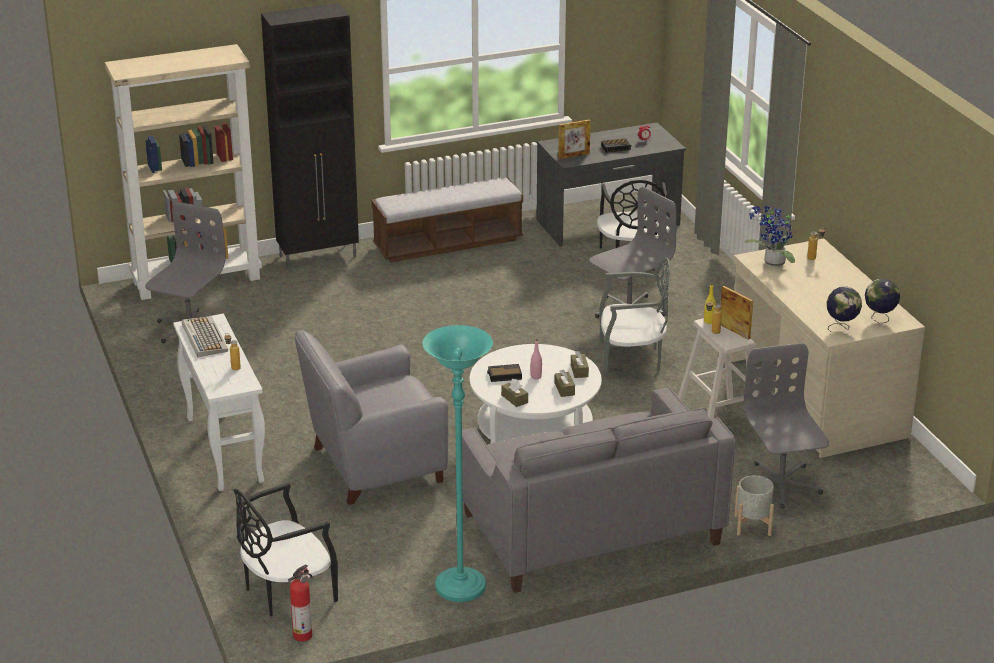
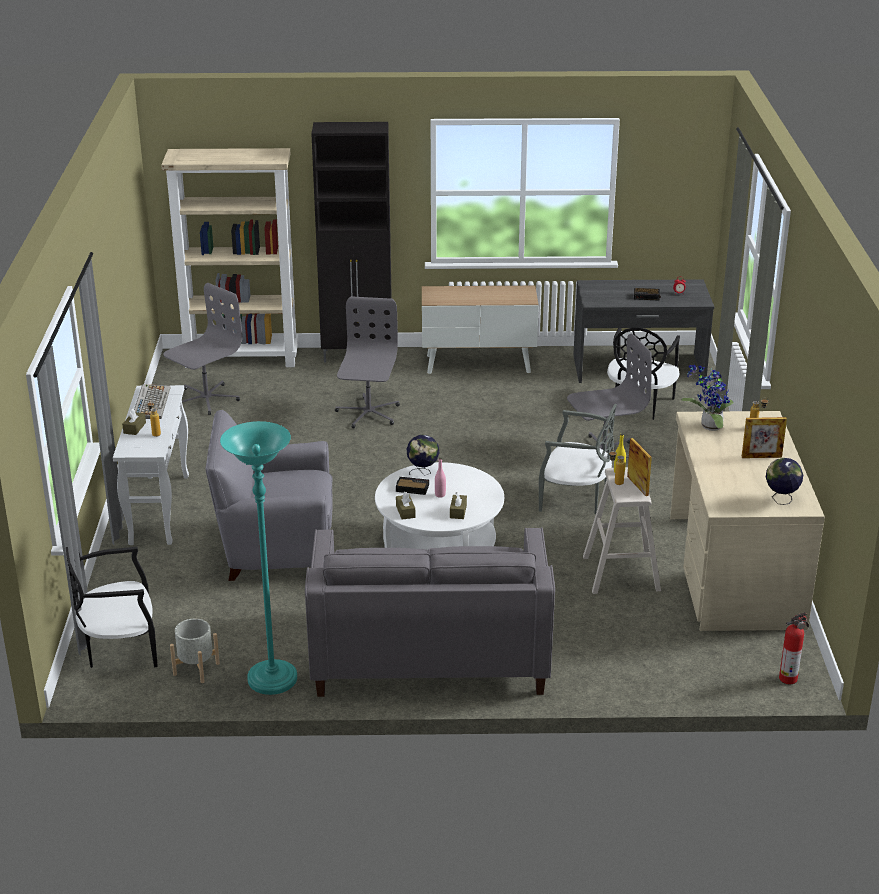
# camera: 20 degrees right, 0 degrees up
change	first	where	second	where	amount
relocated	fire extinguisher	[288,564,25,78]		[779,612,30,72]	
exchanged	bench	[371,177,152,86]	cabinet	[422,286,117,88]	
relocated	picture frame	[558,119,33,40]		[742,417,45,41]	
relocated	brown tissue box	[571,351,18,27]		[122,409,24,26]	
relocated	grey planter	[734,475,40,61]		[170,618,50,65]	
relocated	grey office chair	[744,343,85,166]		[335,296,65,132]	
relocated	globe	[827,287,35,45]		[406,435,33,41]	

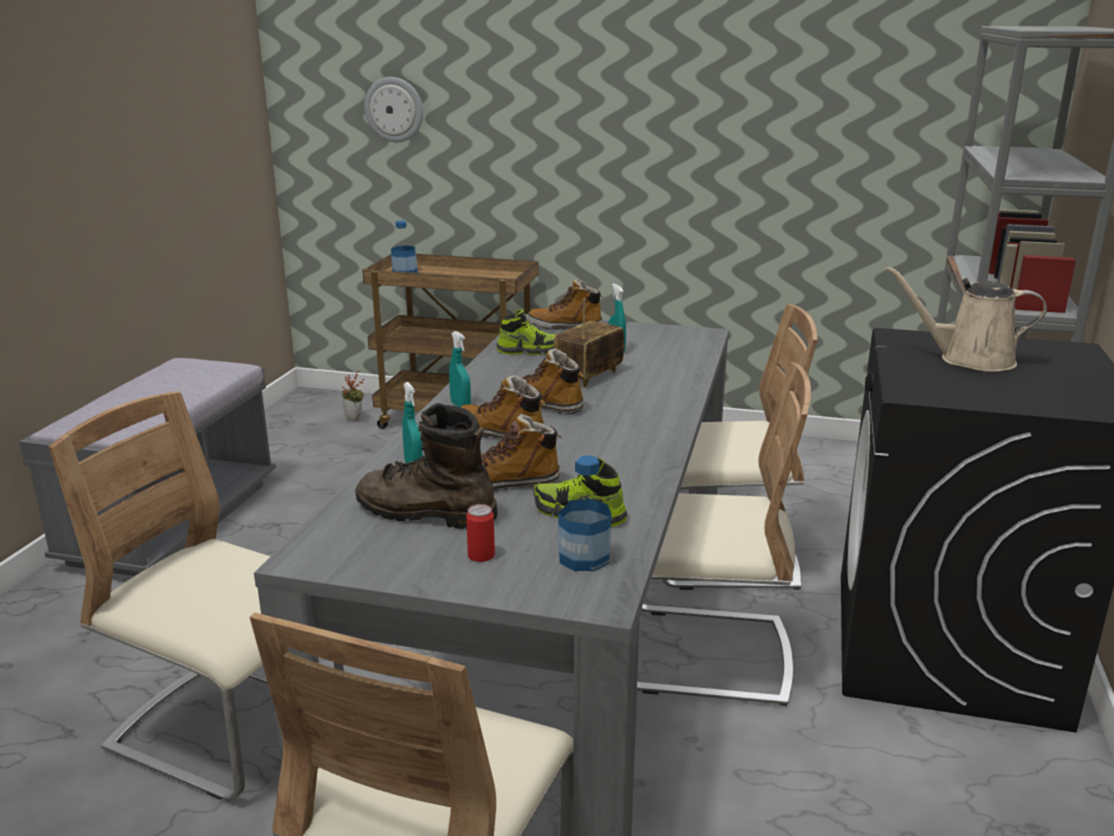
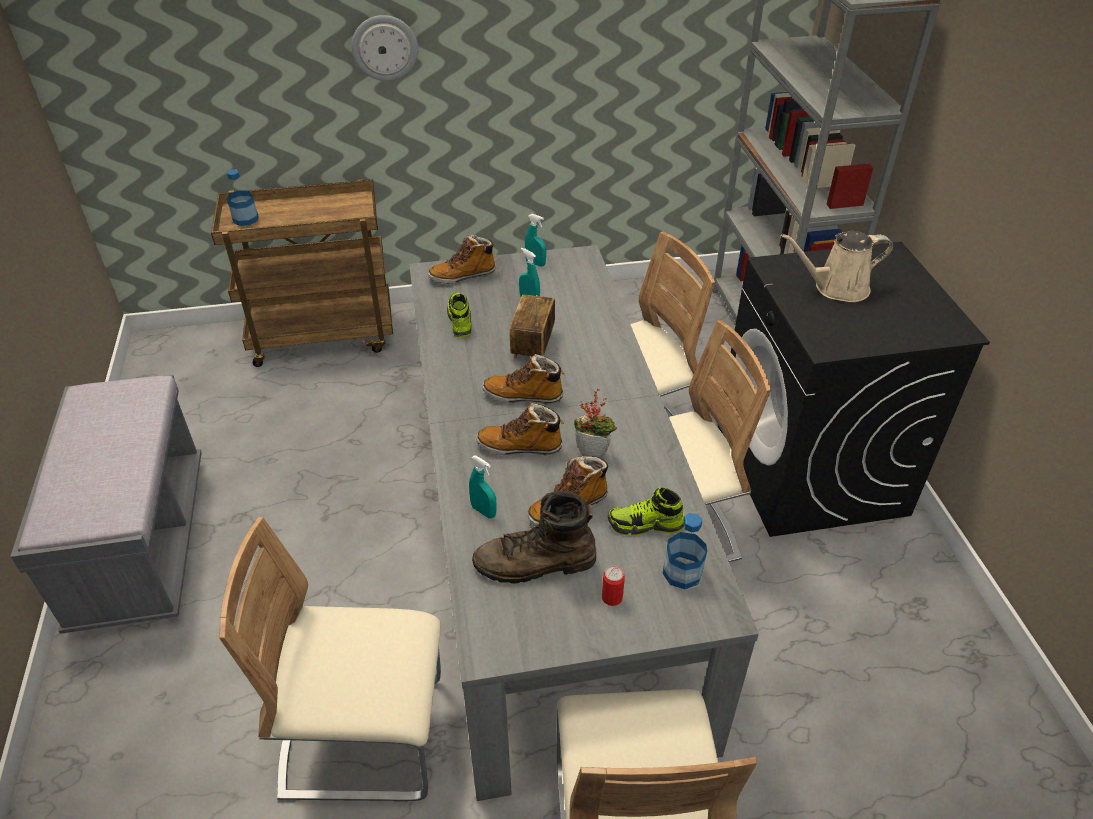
# camera: 25 degrees left, 20 degrees up
change	first	where	second	where	amount
relocated	potted plant	[341,370,24,52]		[574,388,43,70]	
relocated	wall clock	[364,77,59,65]		[351,15,67,66]	
relocated	turquoise spray bottle	[449,331,22,76]		[525,214,21,52]	
spun	shoe	[496,310,60,45]		[447,293,25,44]	75 degrees counterclockwise

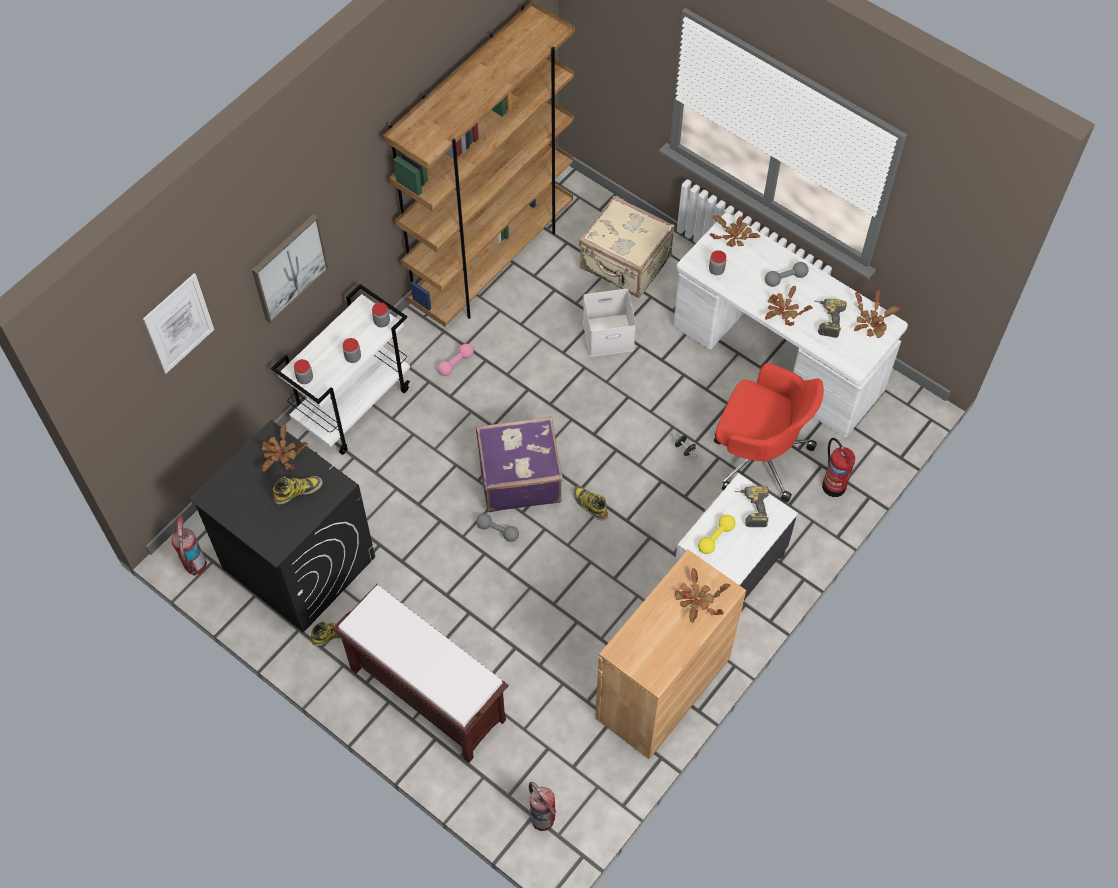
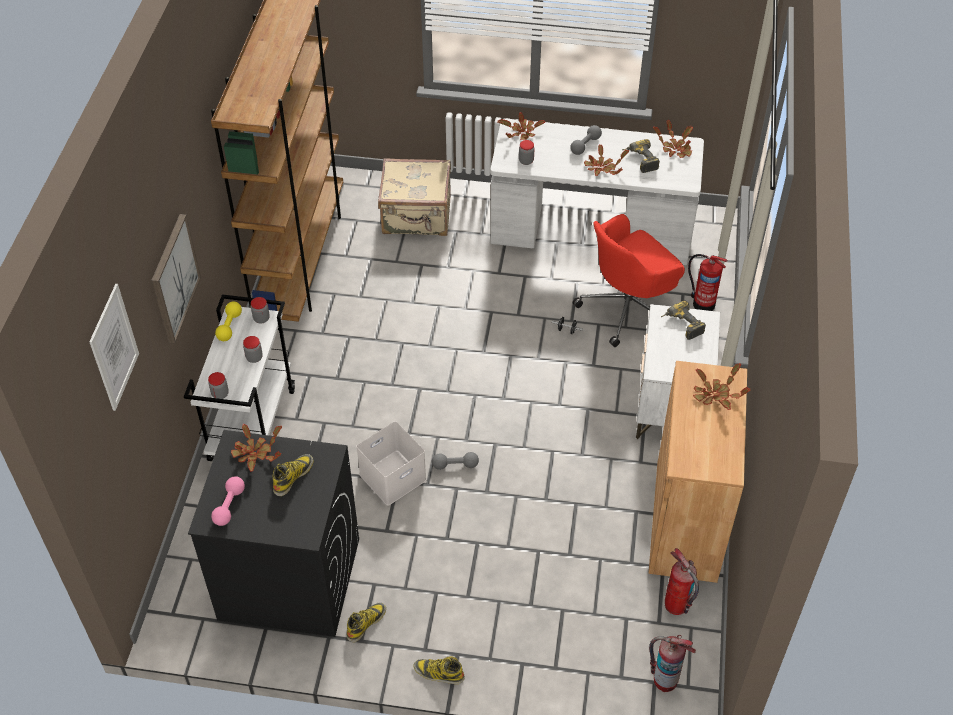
# camera: 30 degrees left, 10 degrees down
change	first	where	second	where	amount
relocated	fire extinguisher	[172,516,35,60]		[665,548,34,67]	
missing	brown bench	[333,584,176,179]			
relocated	pink dumbbell	[438,344,36,32]		[211,476,34,50]	
missing	purple suitcase	[476,416,87,96]			
relocated	boot	[572,486,36,35]		[414,656,51,28]	
relocated	white storage box	[583,289,53,68]		[356,421,70,85]	
relocated	yellow dumbbell	[698,515,38,39]		[215,301,27,40]	
spun	red office chair	[714,363,110,139]		[573,214,112,133]	150 degrees clockwise

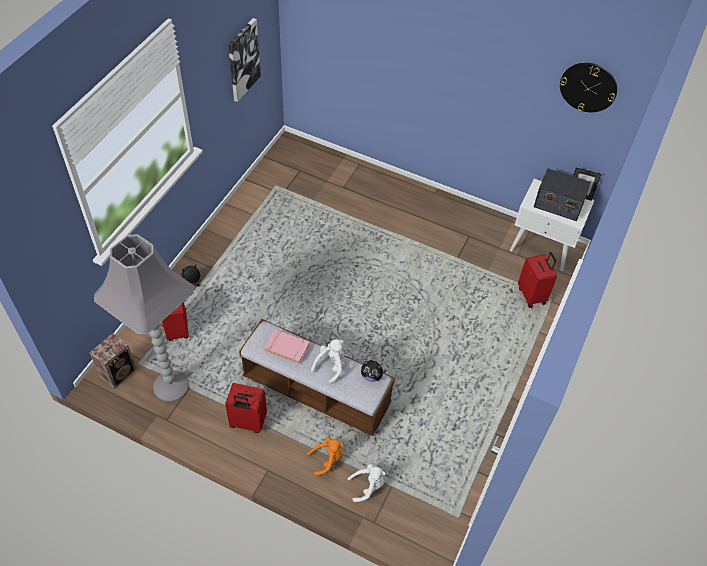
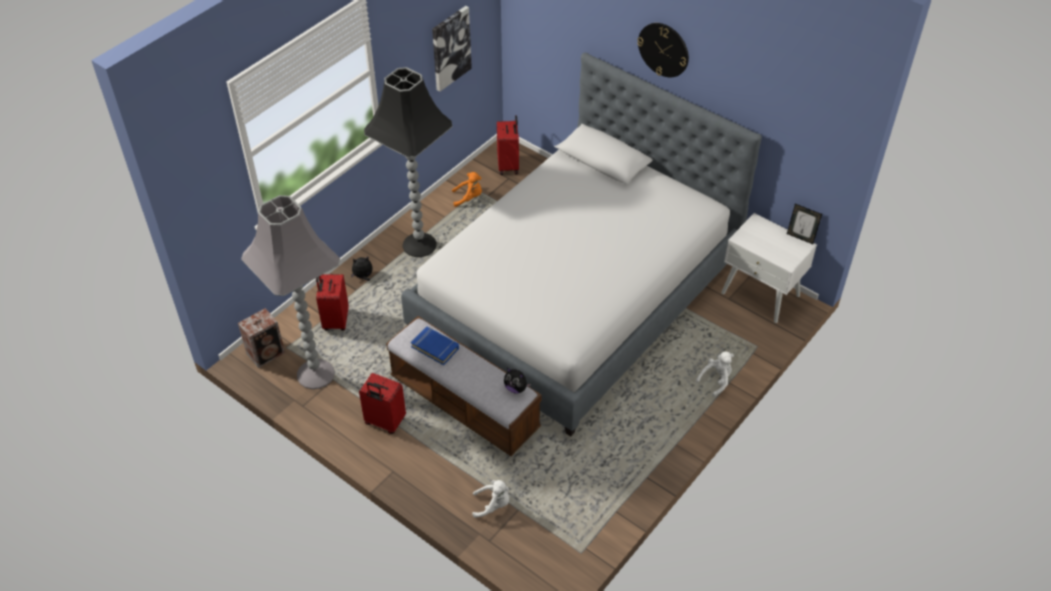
# camera: 15 degrees right, 5 degrees down
change	first	where	second	where	amount
colour	pink book	[264,329,45,36]	blue book	[411,326,48,39]	
relocated	orange plush toy	[307,437,37,39]		[452,172,30,35]	
relocated	white plush toy	[311,339,33,46]		[696,352,38,45]	
relocated	red suitcase	[518,252,39,56]		[497,115,22,60]	
missing	radio	[534,168,57,53]			
relocated	wall clock	[560,63,57,49]		[637,23,52,55]	
appeared			black floor lamp	[364,67,88,190]	
appeared			bed	[401,53,361,383]	

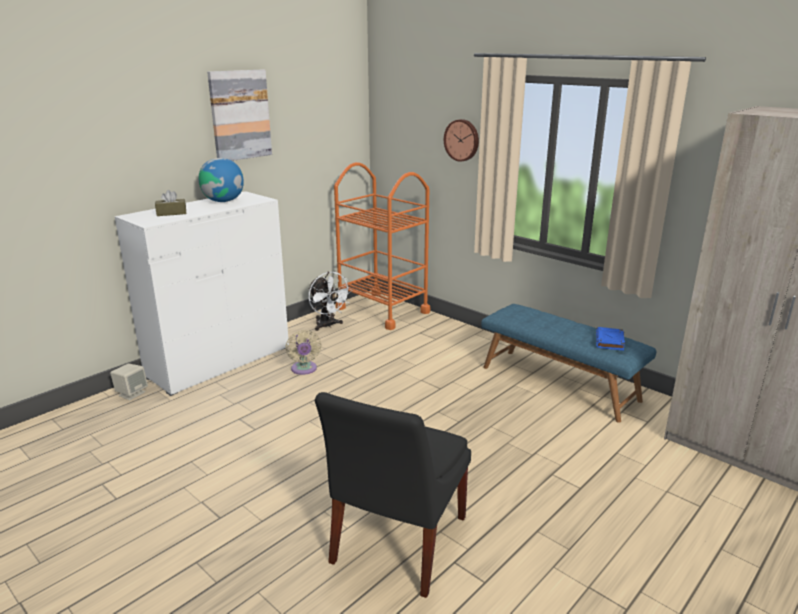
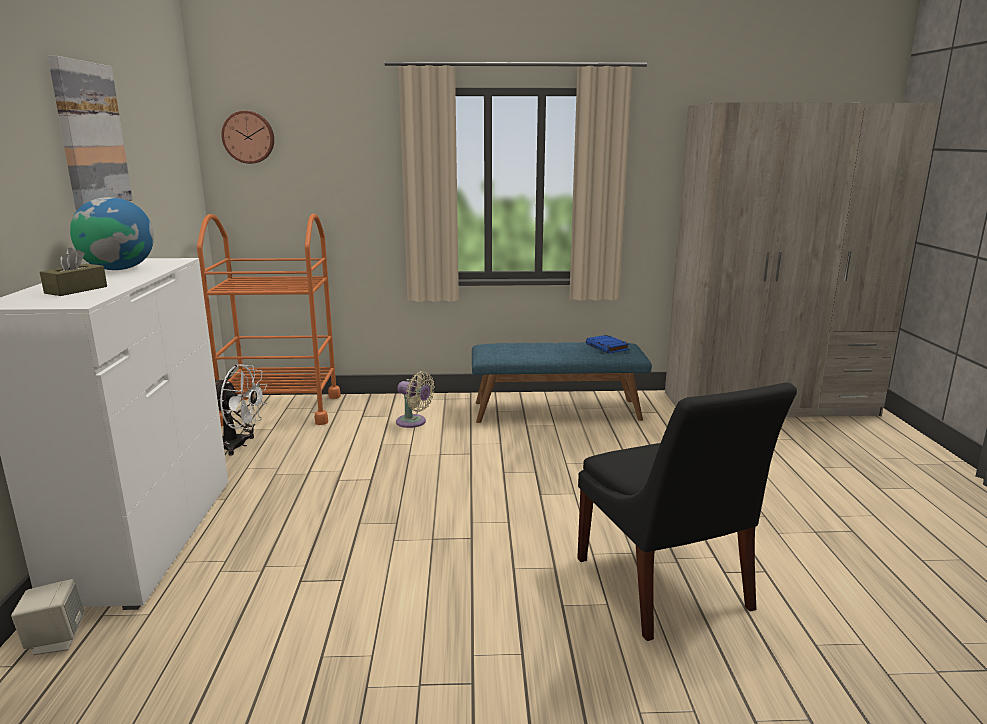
# camera: 45 degrees left, 5 degrees down
change	first	where	second	where	amount
relocated	beige fan	[285,330,37,45]		[396,371,39,57]	
relocated	wall clock	[444,119,35,43]		[221,111,53,53]	

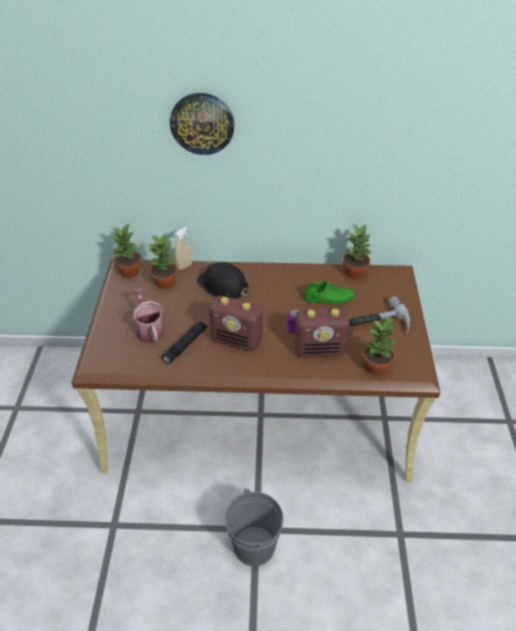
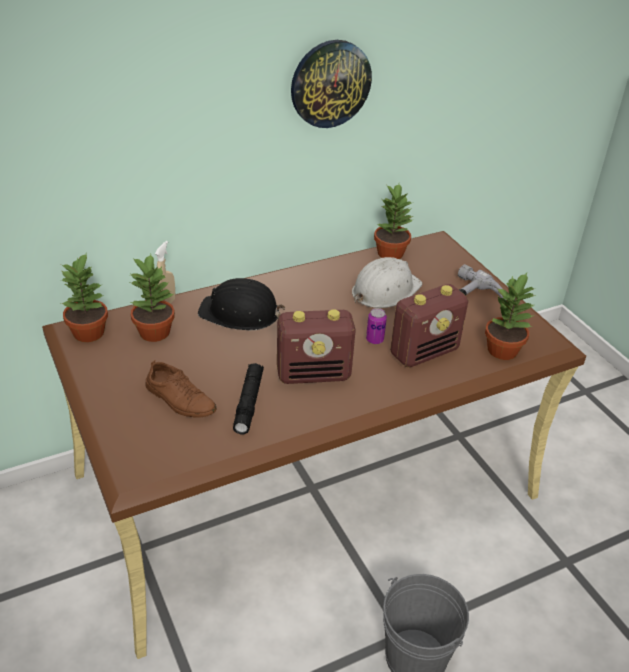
# camera: 30 degrees left, 5 degrees down
change	first	where	second	where	amount
exchanged	watering can	[132,288,32,55]	brown shoe	[146,360,71,58]	
relocated	wall clock	[170,93,64,62]		[291,40,81,88]	
exchanged	green shoe	[303,281,52,24]	white hard hat	[352,257,71,51]	

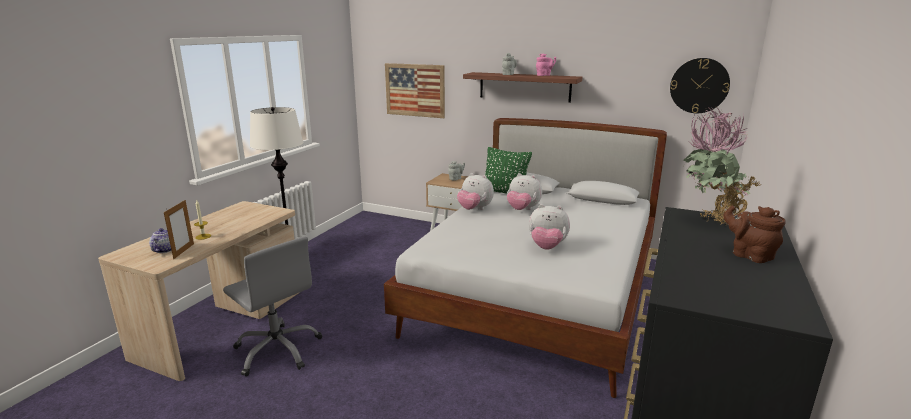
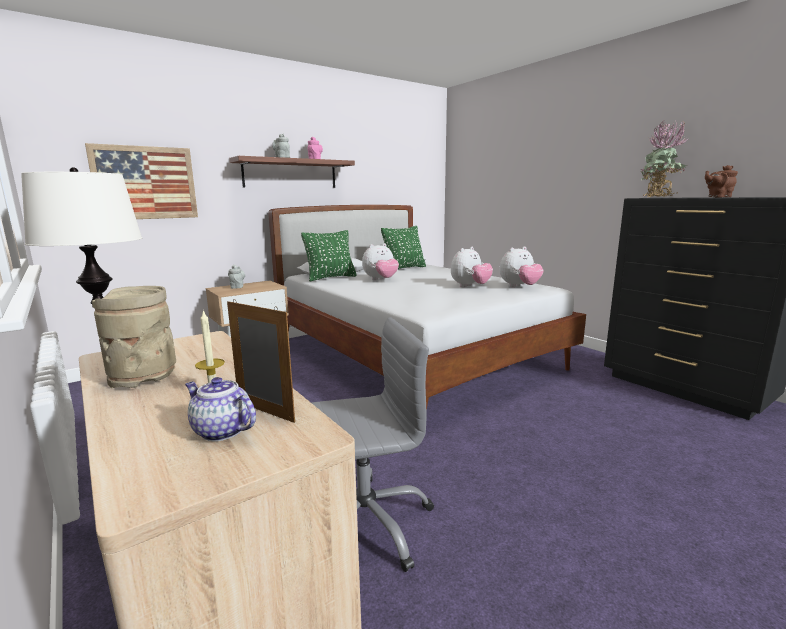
# camera: 60 degrees left, 5 degrees down
change	first	where	second	where	amount
relocated	plush toy	[457,173,37,37]		[500,246,44,41]	
missing	wall clock	[670,58,60,55]			
appeared			beige vase	[92,286,84,102]	
appeared			green pillow	[381,226,45,43]	

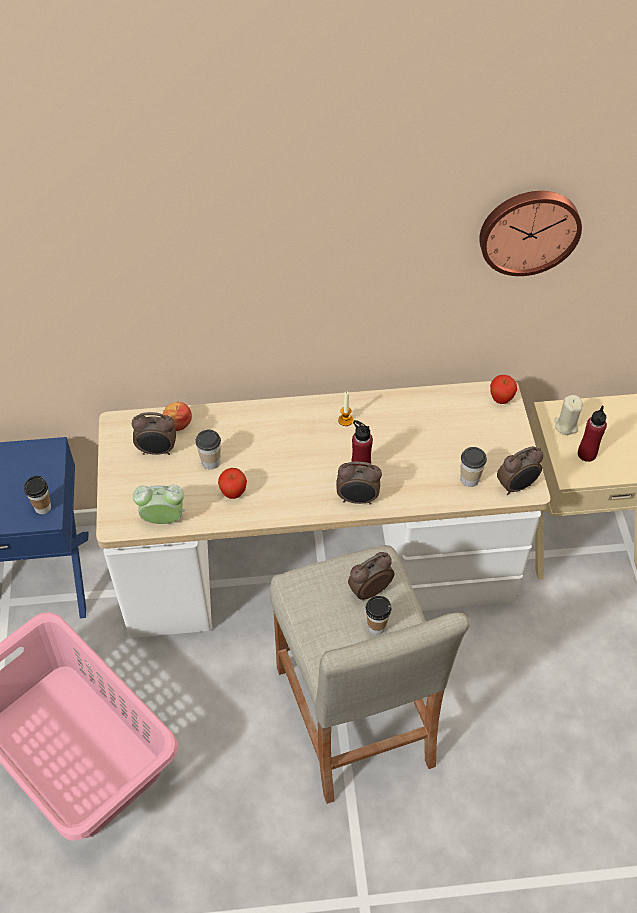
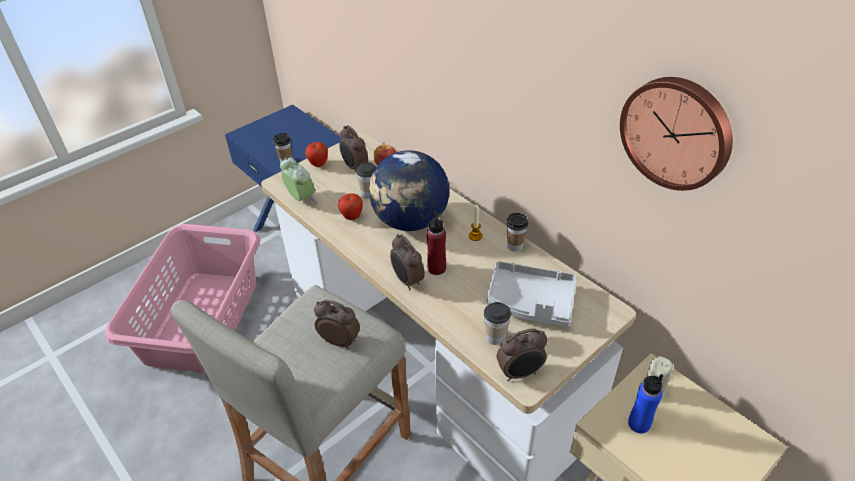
# camera: 55 degrees right, 10 degrees down
change	first	where	second	where	amount
relocated	cup	[366,596,25,39]		[506,213,22,39]	
relocated	apple	[490,375,27,29]		[305,142,23,25]	
spun	alarm clock	[497,446,46,49]		[497,329,50,52]	45 degrees counterclockwise
colour	red bottle	[578,406,29,56]	blue bottle	[628,374,35,59]	
appeared			globe	[369,150,80,81]	
appeared			grey tray	[487,261,90,66]	

